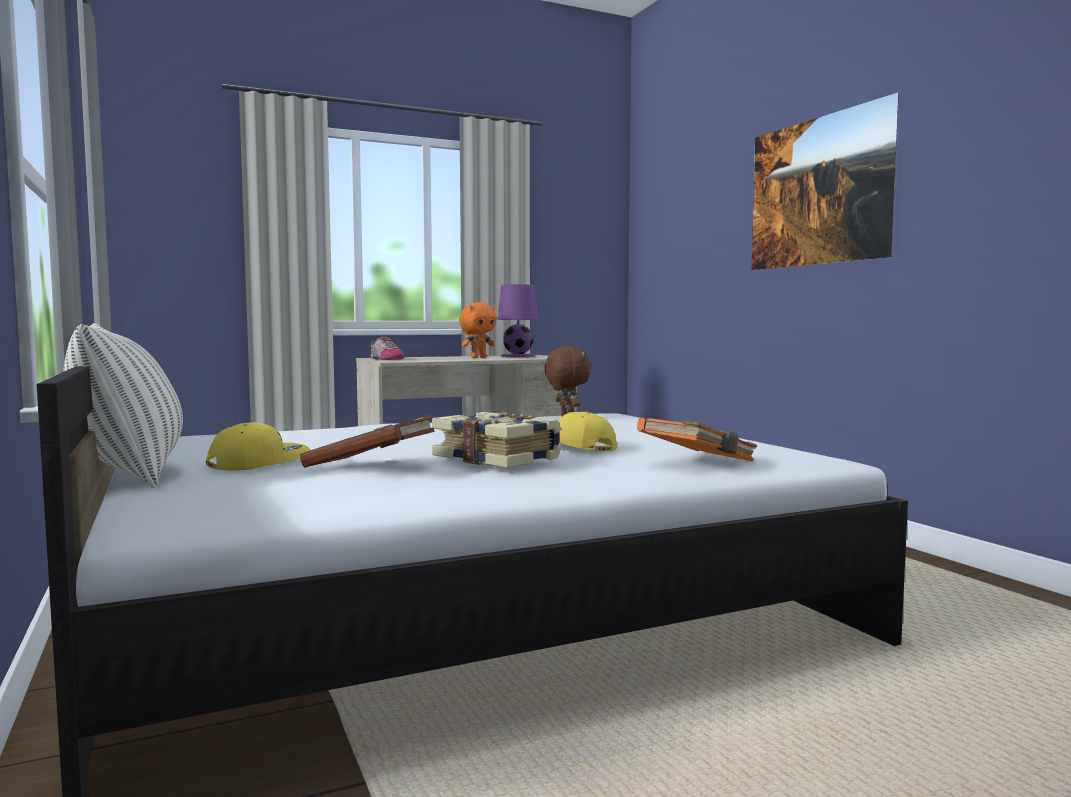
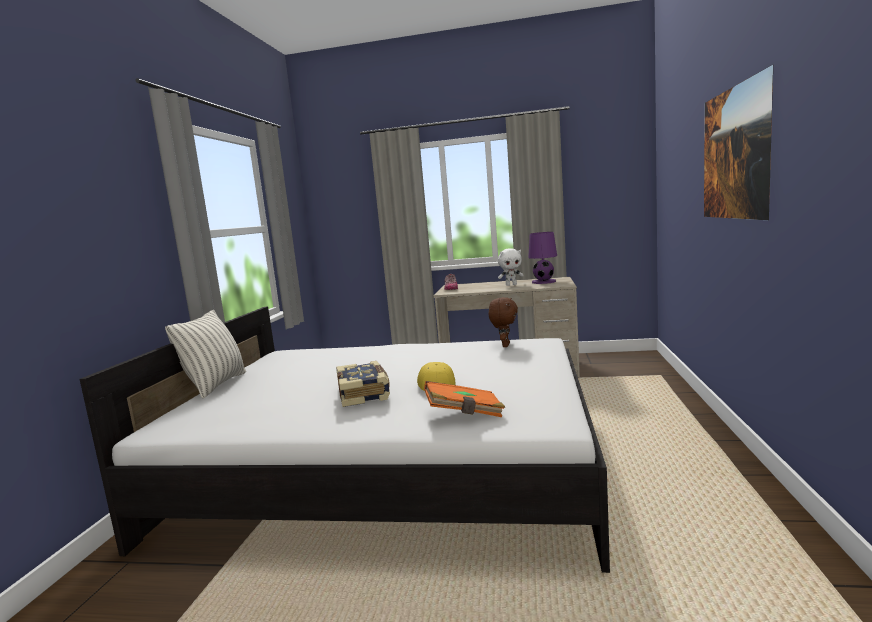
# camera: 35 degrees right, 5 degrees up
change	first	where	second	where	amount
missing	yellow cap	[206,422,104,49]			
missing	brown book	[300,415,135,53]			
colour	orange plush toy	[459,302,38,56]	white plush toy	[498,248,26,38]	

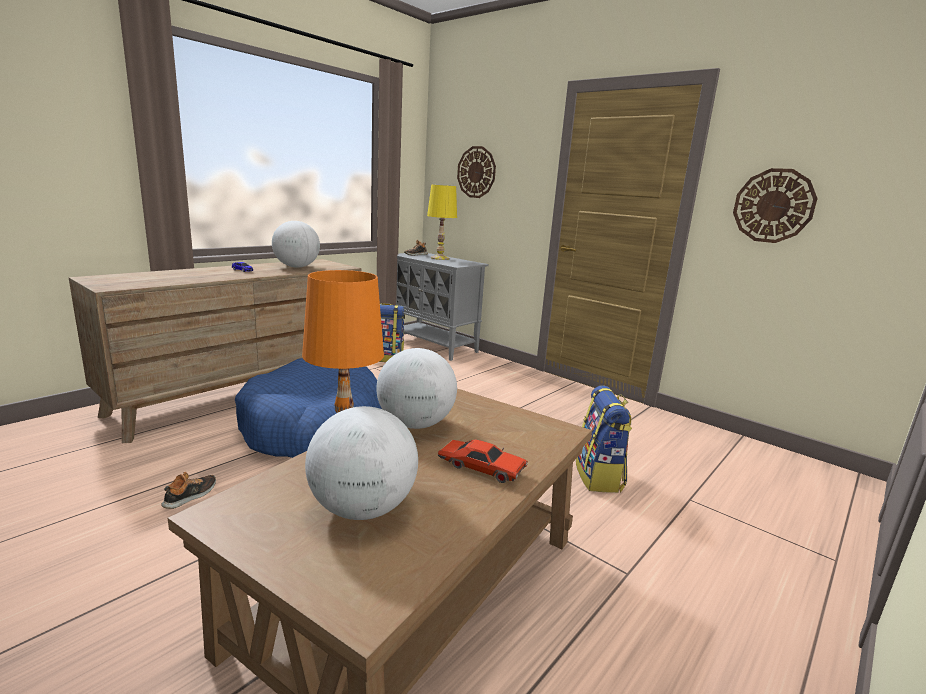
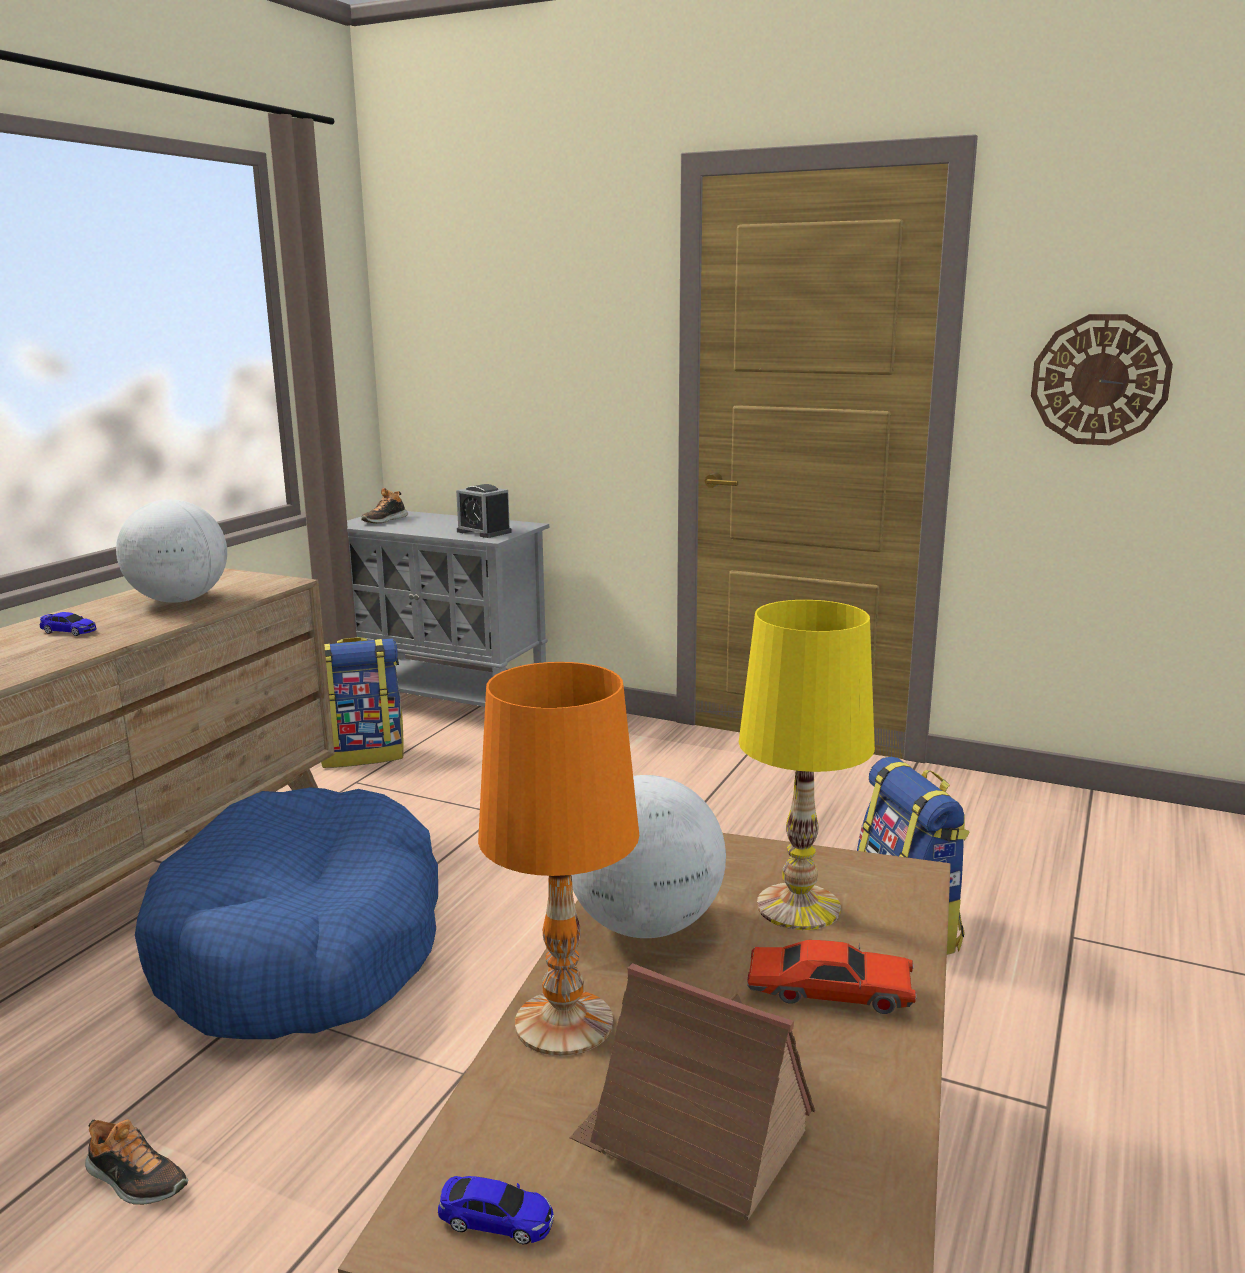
# camera: 15 degrees left, 0 degrees up
change	first	where	second	where	amount
spun	shoe	[161,472,55,37]		[85,1119,103,86]	105 degrees clockwise
exchanged	globe	[305,406,113,114]	toy house	[570,963,245,258]	
relocated	yellow table lamp	[427,185,30,75]		[739,600,136,330]	
missing	wall clock	[457,146,39,52]			
appeared			toy car	[438,1176,116,68]	
appeared			alarm clock	[456,484,56,54]	

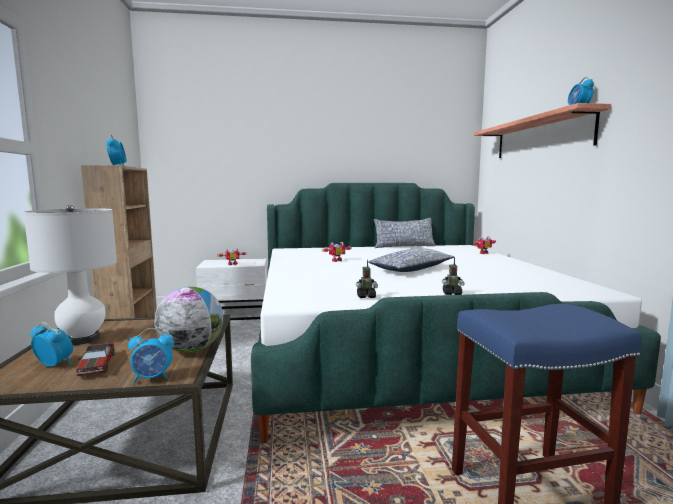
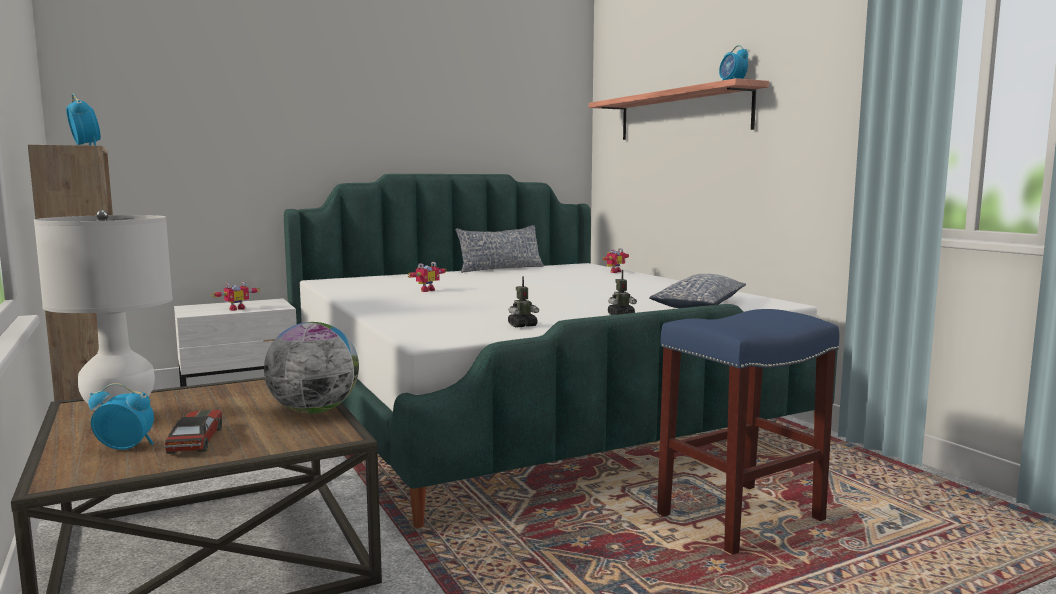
# camera: 20 degrees left, 0 degrees up
change	first	where	second	where	amount
spun	toy car	[76,342,39,34]		[164,410,58,44]	150 degrees counterclockwise
missing	alarm clock	[128,328,46,55]			
relocated	pillow	[368,248,86,24]		[649,274,97,34]	

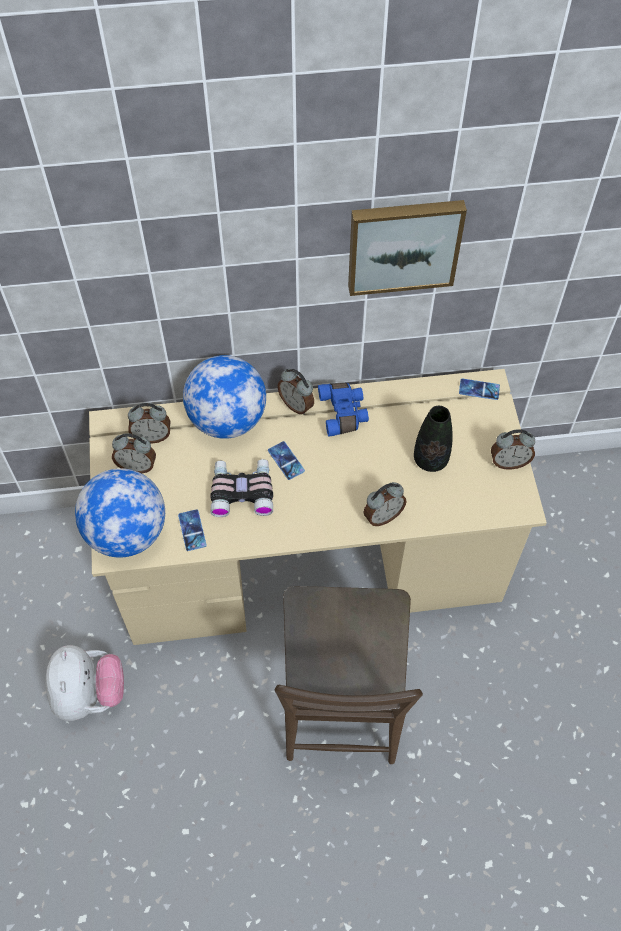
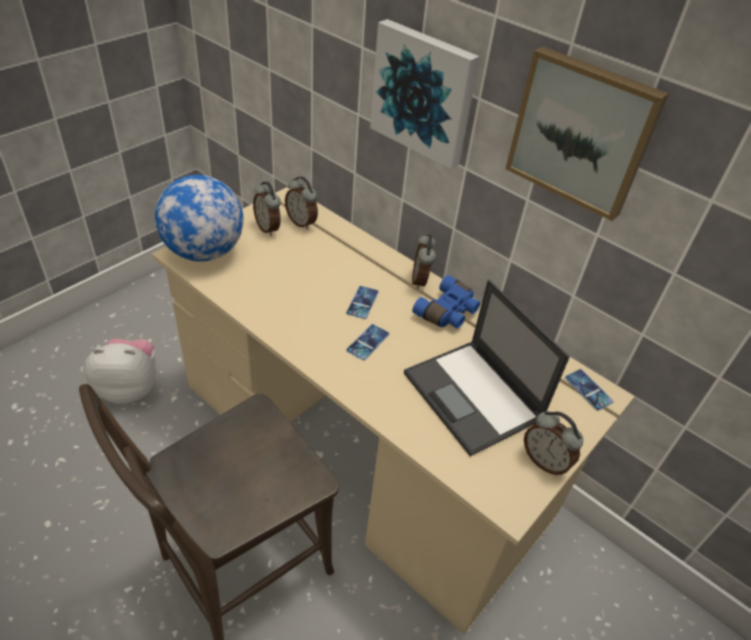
# camera: 45 degrees right, 15 degrees down
change	first	where	second	where	amount
spun	plush toy	[46,645,78,76]		[84,339,72,65]	135 degrees counterclockwise
relocated	phone	[178,509,29,42]		[346,324,43,36]	
missing	globe	[183,355,83,84]			
missing	binoculars	[210,459,63,58]			
missing	alarm clock	[363,482,44,44]			
exchanged	black vase	[414,406,39,66]	laptop	[404,280,166,176]	
appeared			picture	[370,19,110,150]	

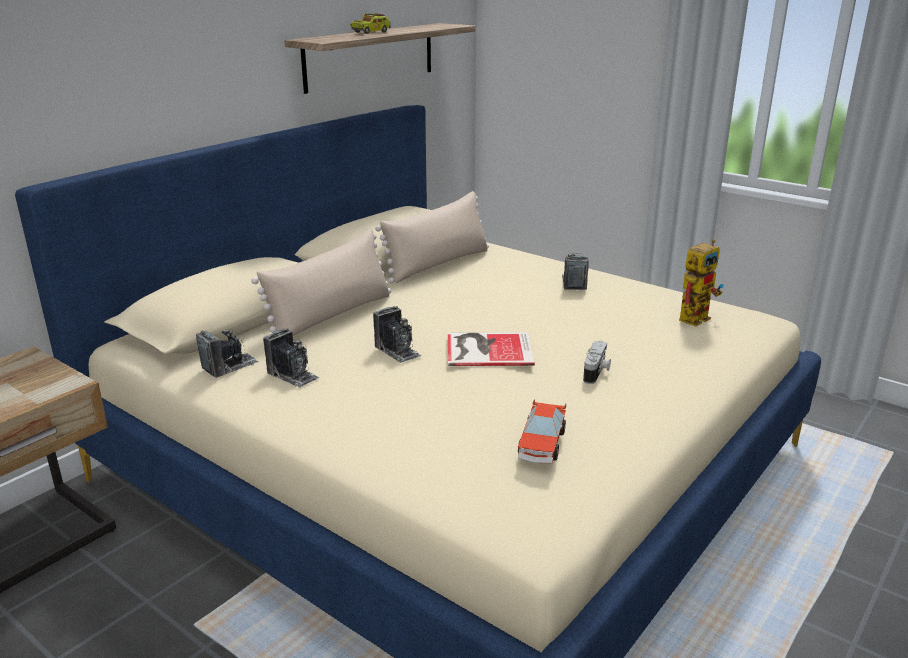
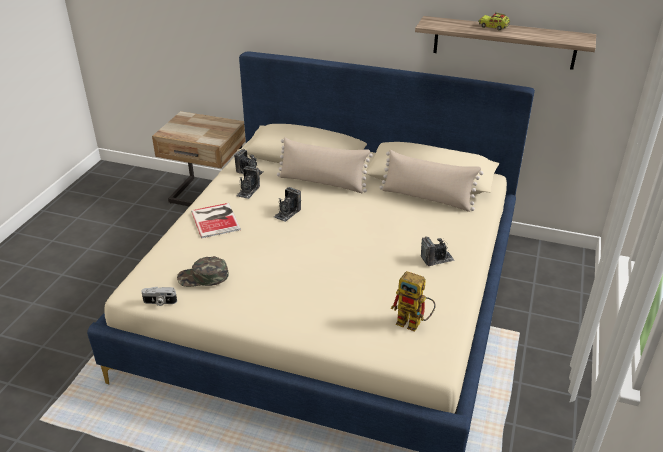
# camera: 70 degrees right, 10 degrees up
change	first	where	second	where	amount
relocated	book	[448,332,87,34]		[191,203,50,35]	
exchanged	toy car	[518,399,48,65]	green cap	[177,256,52,31]	
relocated	photo camera	[583,340,28,44]		[141,287,36,19]	

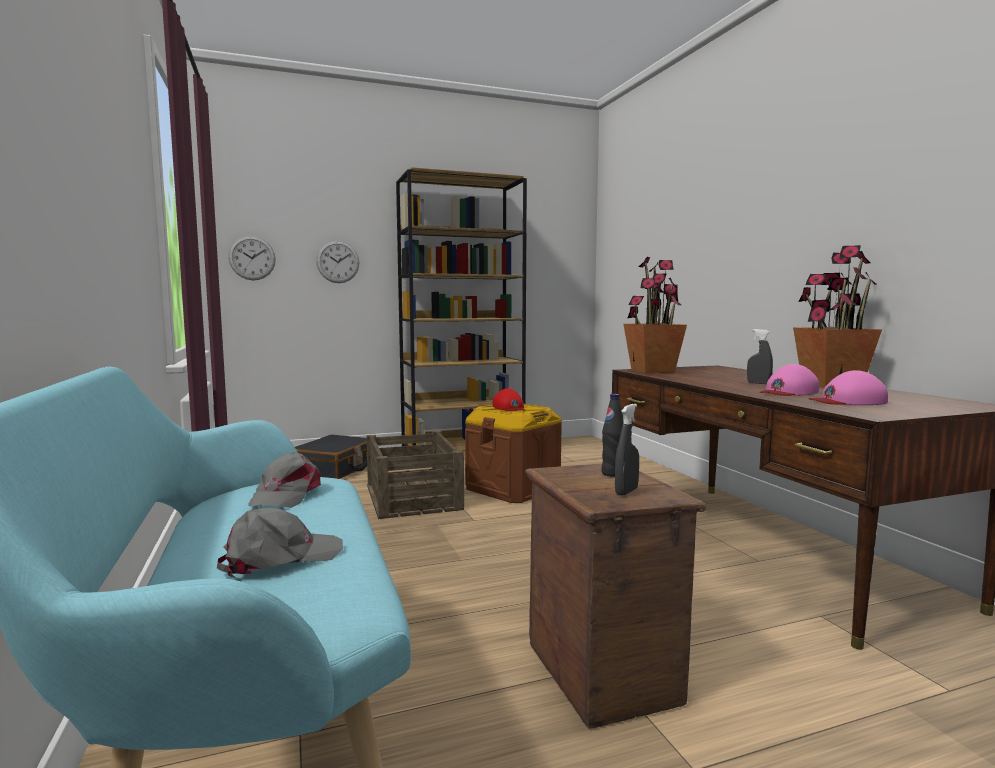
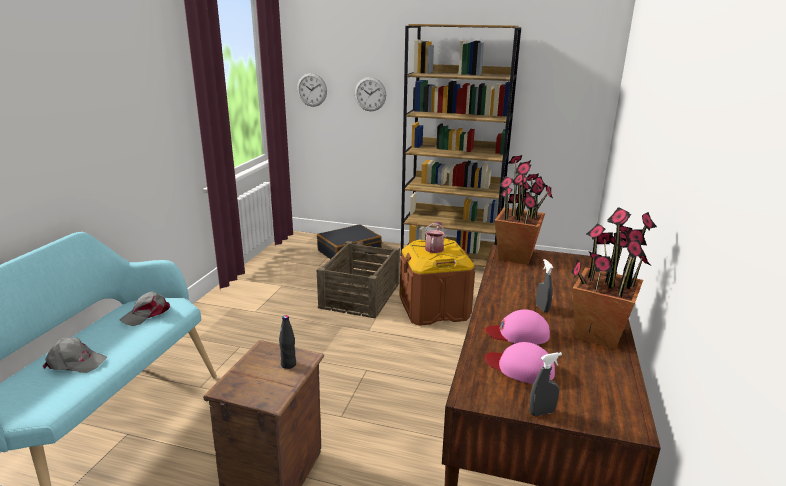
# camera: 35 degrees right, 15 degrees up
change	first	where	second	where	amount
exchanged	red cap	[493,388,32,23]	watering can	[425,222,21,31]	
relocated	grey spray bottle	[615,404,24,92]		[529,352,33,64]	

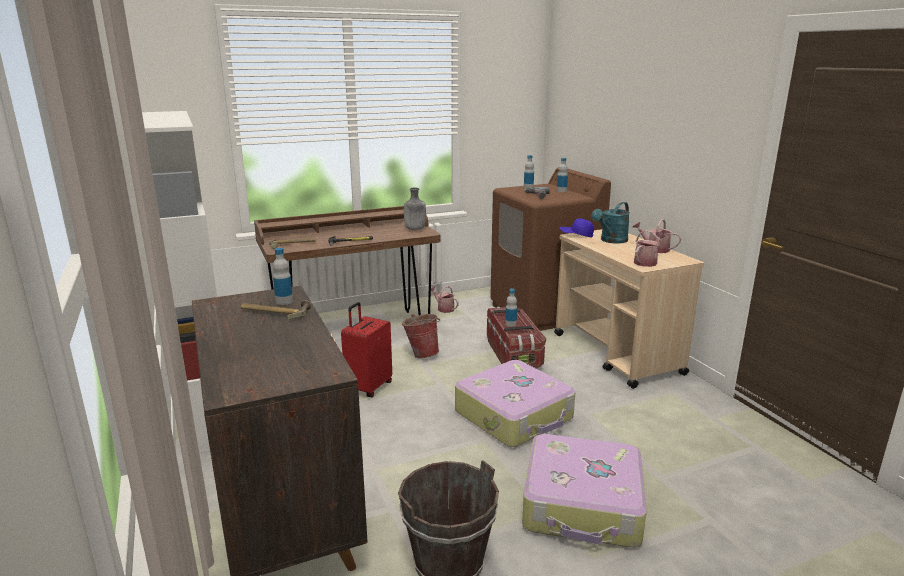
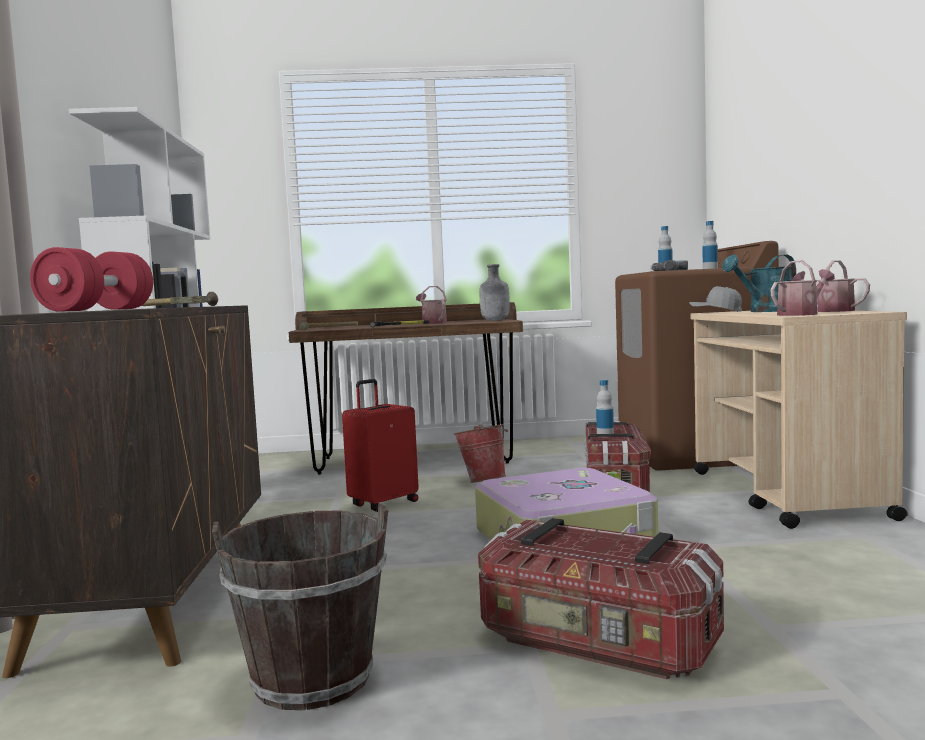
# camera: 20 degrees right, 15 degrees down
change	first	where	second	where	amount
missing	bottle	[273,248,20,57]			
relocated	watering can	[431,286,28,27]		[416,286,31,38]	
exchanged	suitcase	[522,434,125,113]	storage box	[478,518,246,161]	
colour	blue cap	[560,218,34,19]	grey cap	[689,286,53,26]	
appeared			red dumbbell	[30,247,123,65]	

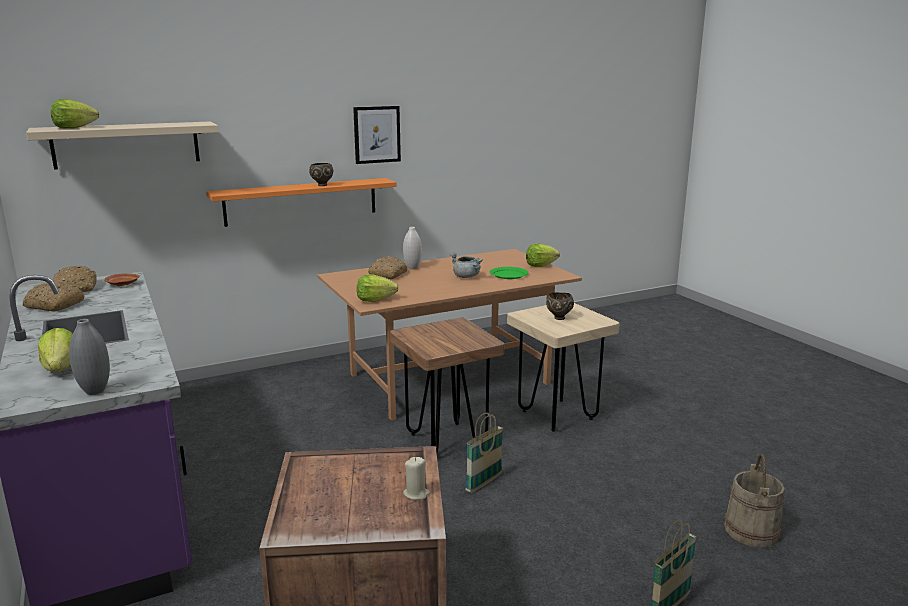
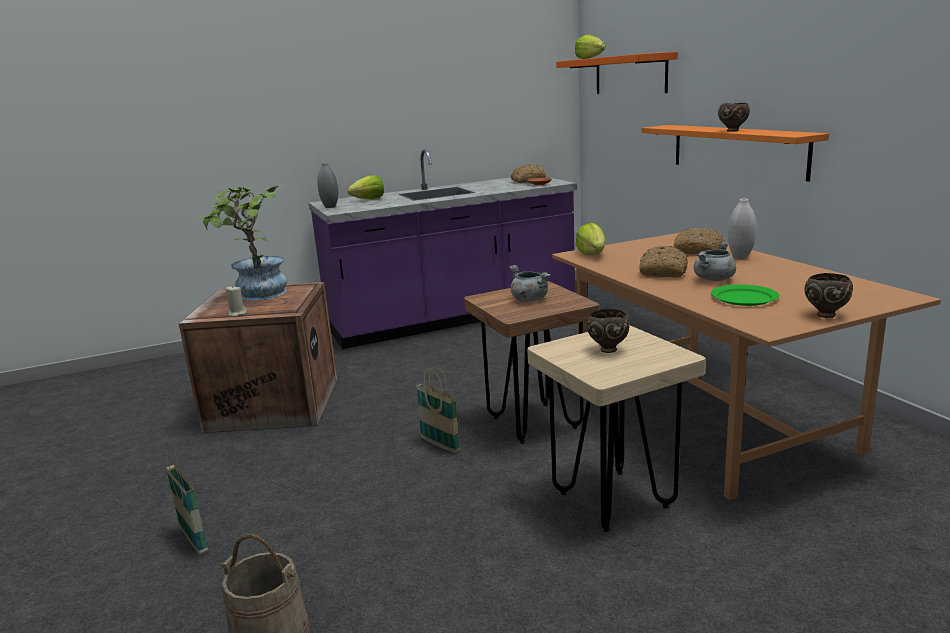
# camera: 95 degrees right, 0 degrees up
change	first	where	second	where	amount
relocated	bread	[23,282,62,29]		[640,246,48,31]	
colour	beige shelf	[26,122,193,48]	orange shelf	[556,52,122,42]	
missing	picture	[353,106,48,58]			
exchanged	lettuce	[526,244,34,23]	brown bowl	[804,273,49,45]	
appeared			potted plant	[198,185,89,116]	
appeared			grey cooking pot	[509,265,42,37]	

